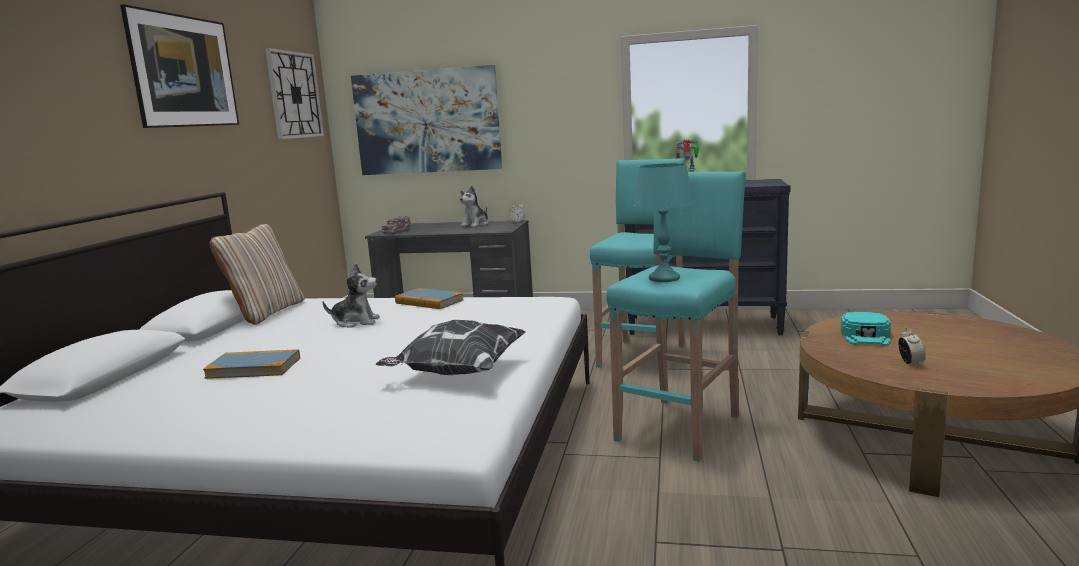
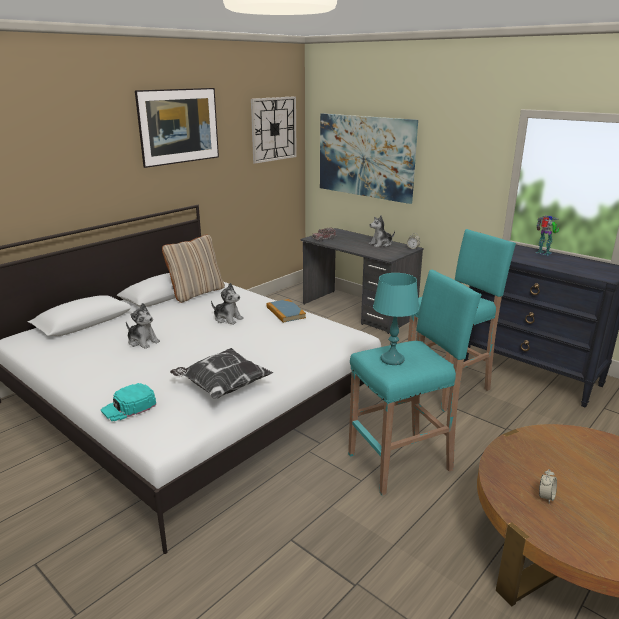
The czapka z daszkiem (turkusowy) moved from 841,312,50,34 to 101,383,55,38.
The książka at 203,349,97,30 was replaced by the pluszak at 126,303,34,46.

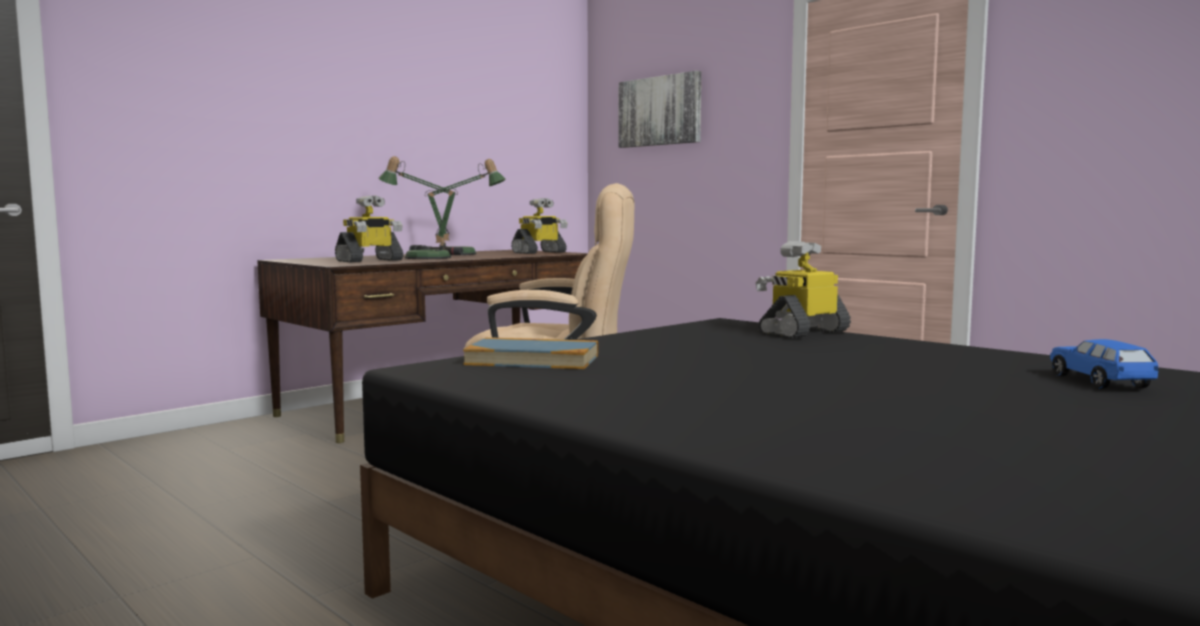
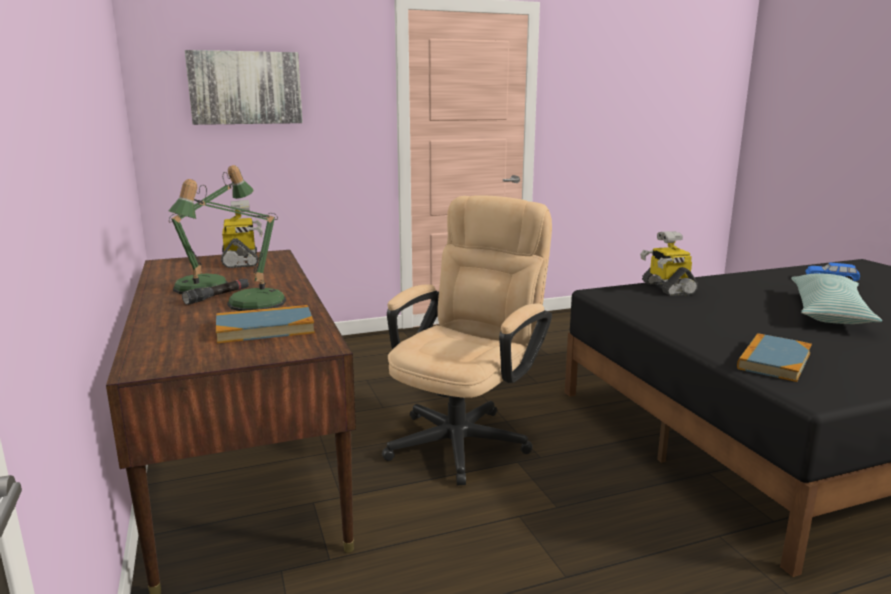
The robot zabawkowy at 335,196,68,66 was replaced by the książka at 216,305,99,38.
The poduszka at 791,274,91,50 appeared.

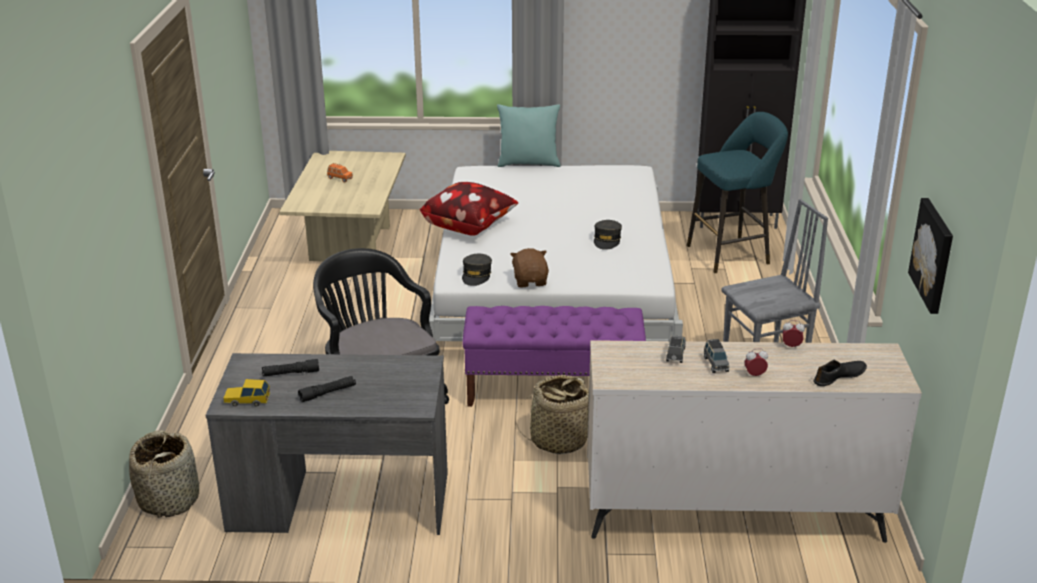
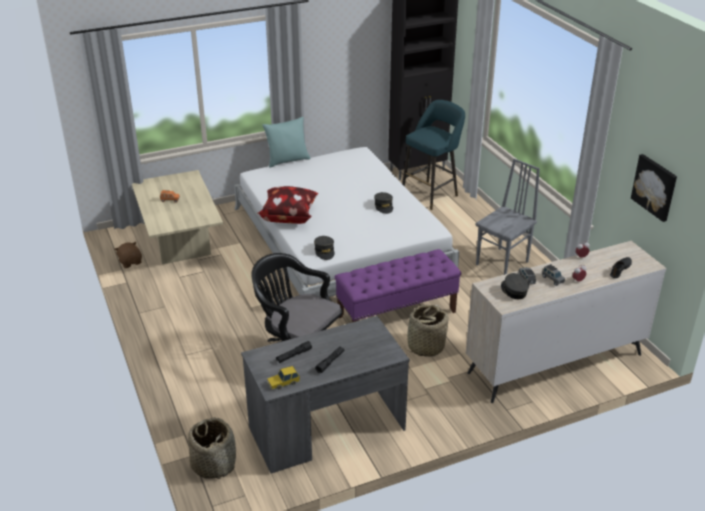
The pluszak (brązowy) moved from 510,248,39,40 to 115,242,27,26.
The czapka z daszkiem (szary) at 501,273,28,26 appeared.

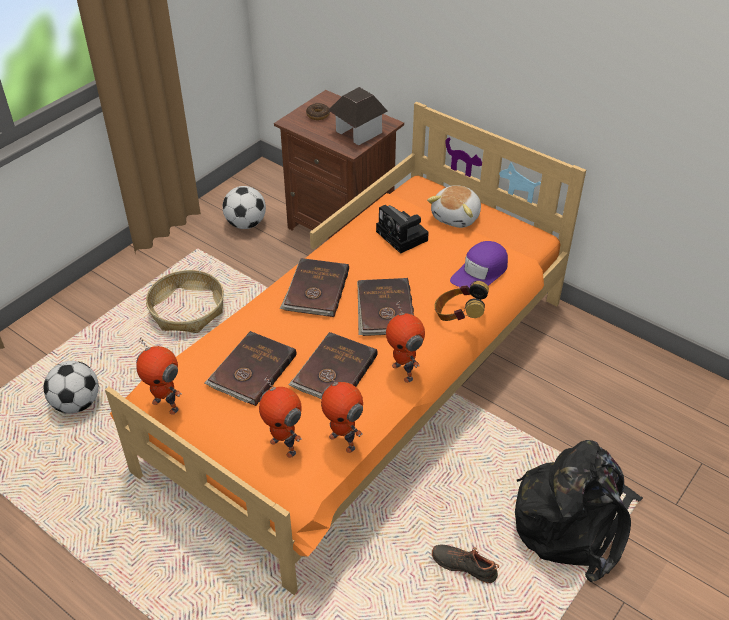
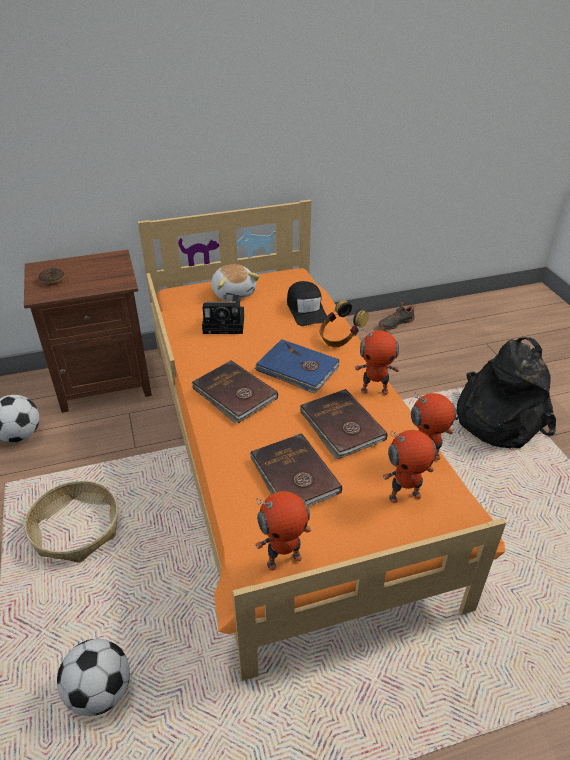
The domek at 328,87,60,58 disappeared.
The czapka z daszkiem (fioletowy) at 450,241,58,48 became the czapka z daszkiem (czarny) at 287,281,41,45.
The książka (brązowy) at 357,278,57,58 became the książka (niebieski) at 255,339,84,55.
The but (czarny) moved from 432,544,67,39 to 379,302,37,28.

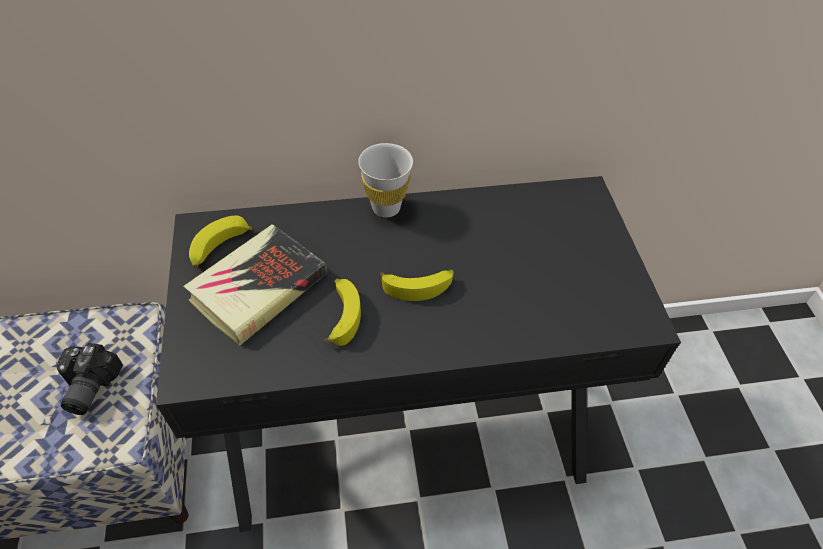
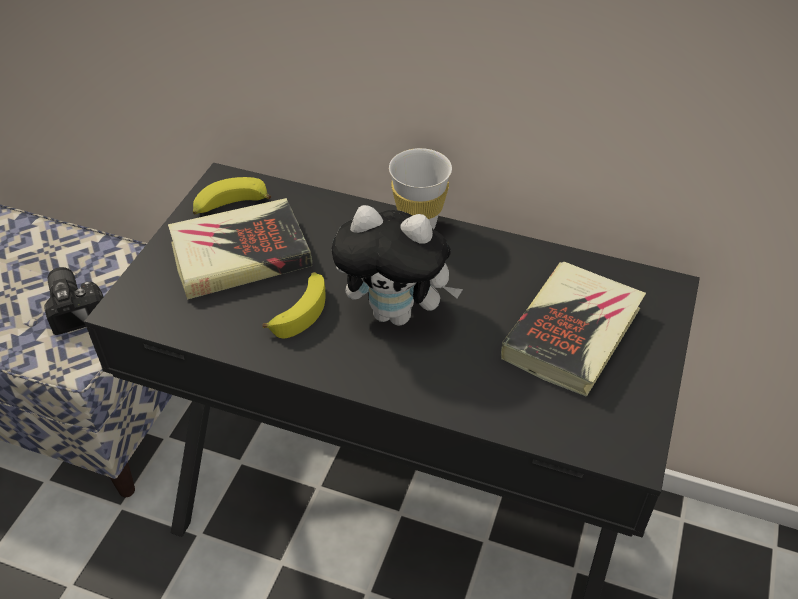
The banan at 379,270,75,31 was replaced by the pluszak at 332,205,131,121.
The aparat fotograficzny at 57,343,66,72 turned 120 degrees clockwise.
The książka at 501,262,145,134 appeared.

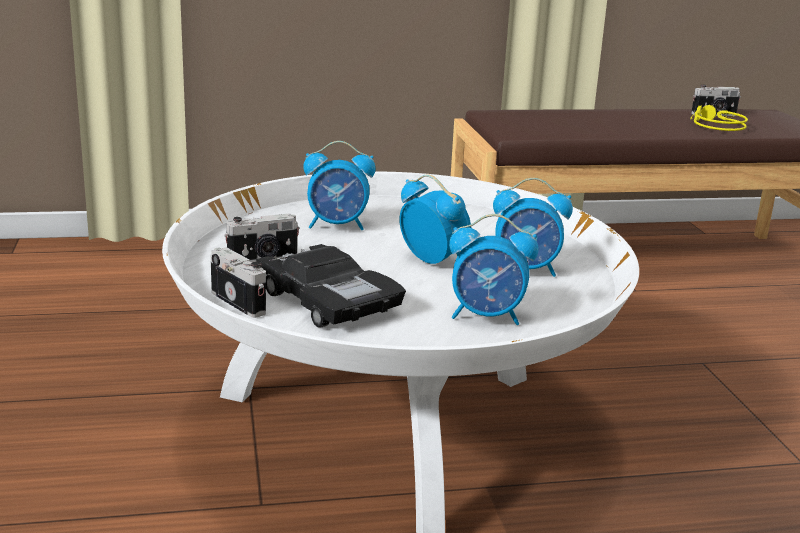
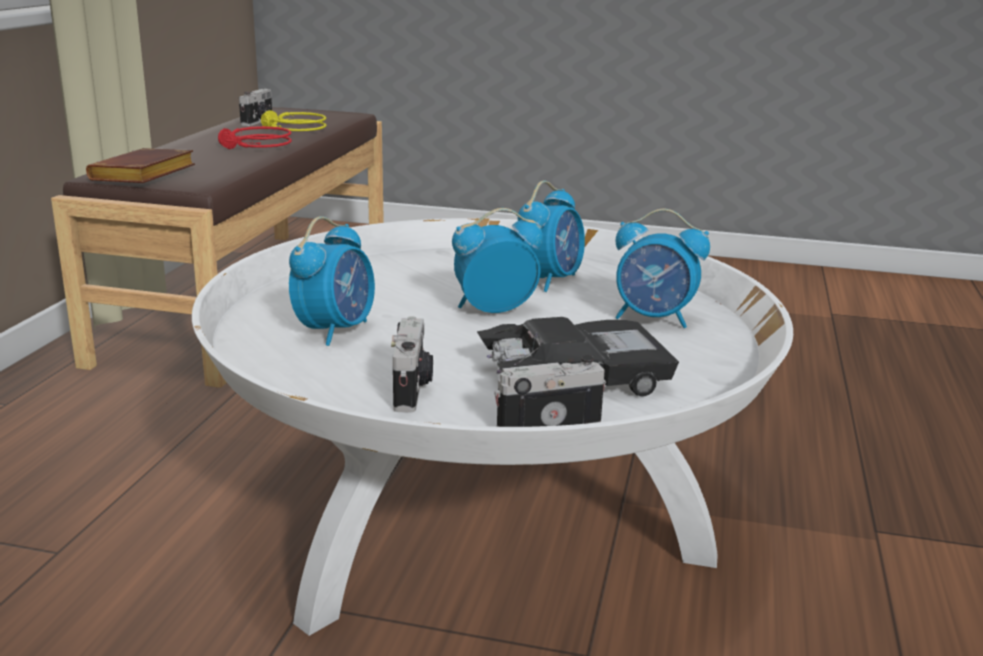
The budzik at 449,214,90,111 turned 75 degrees clockwise.
The słuchawki (czerwony) at 218,126,74,23 appeared.
The książka (brązowy) at 86,148,109,35 appeared.

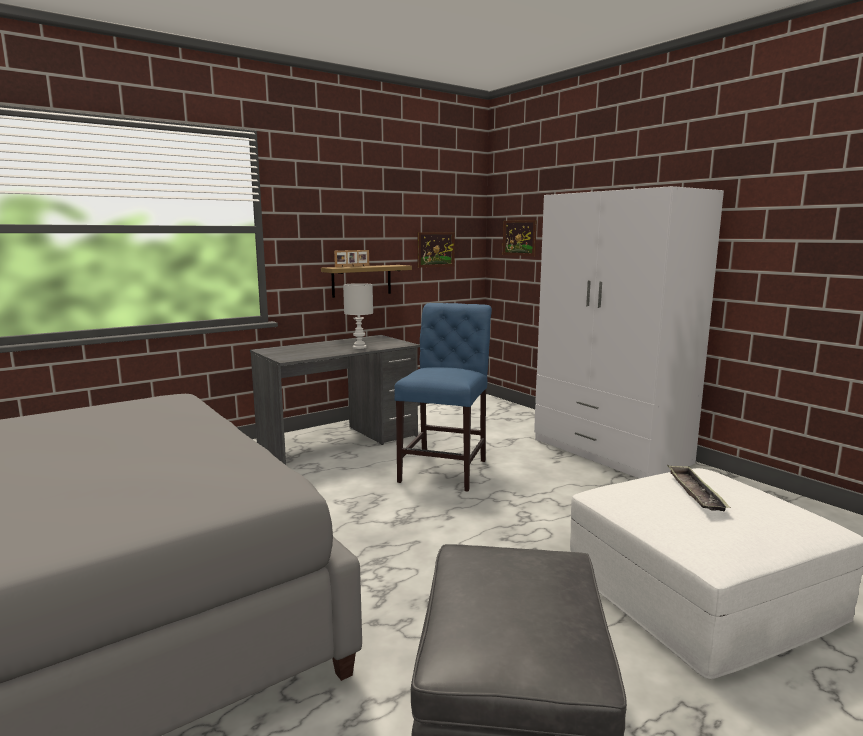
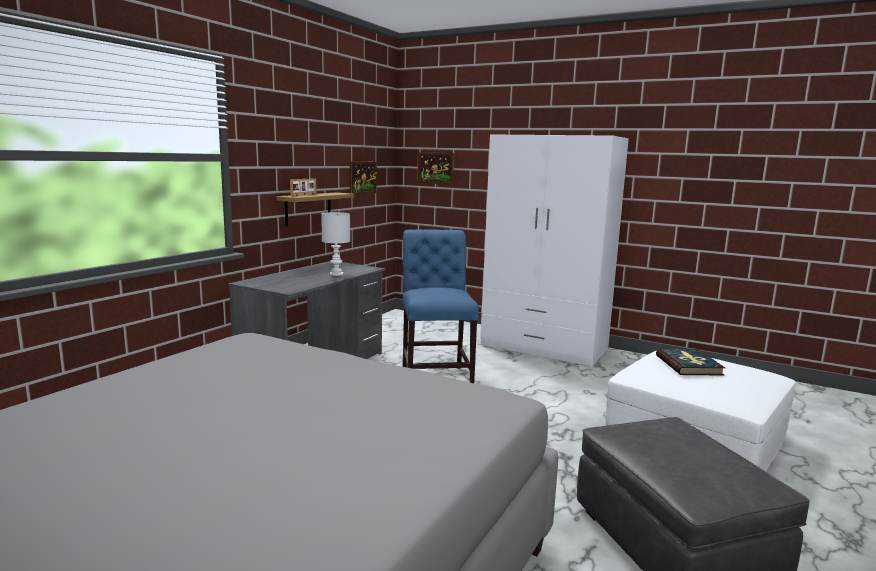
The taca at 667,465,64,46 was replaced by the książka at 656,349,69,27.

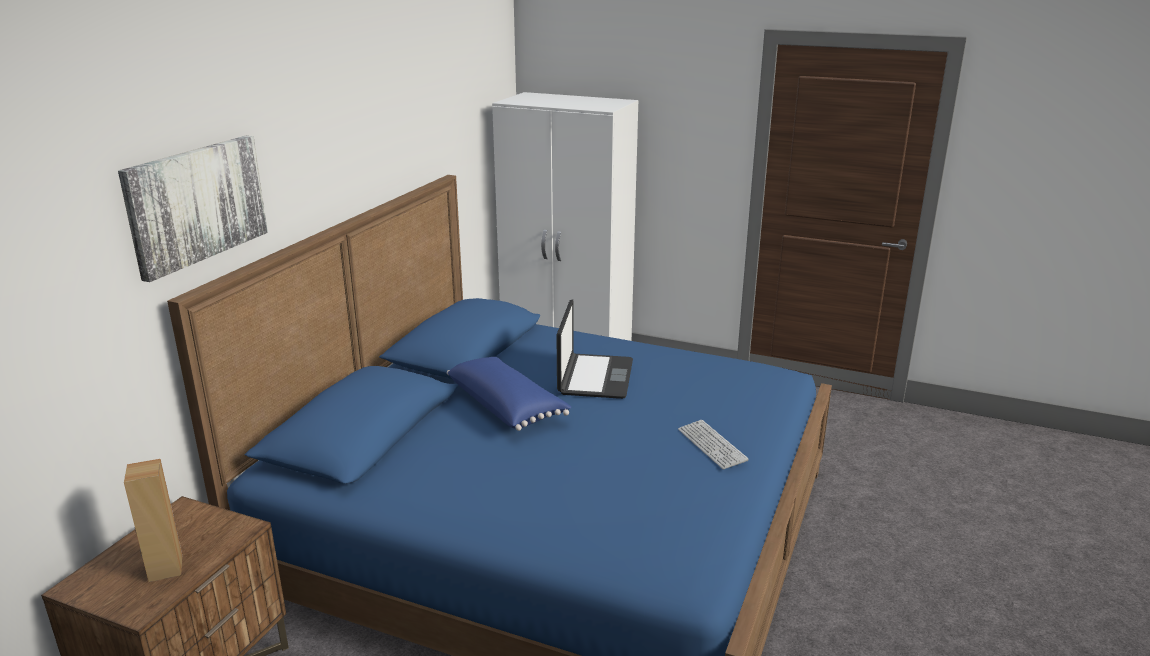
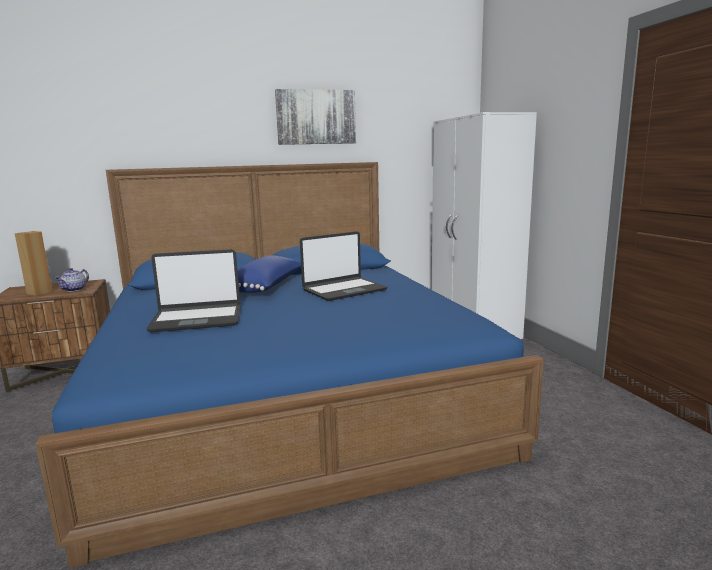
The obraz moved from 118,136,150,146 to 275,89,81,56.
The klawiatura at 678,420,71,49 disappeared.
The laptop at 146,249,94,83 appeared.
The imbryk at 55,268,34,24 appeared.

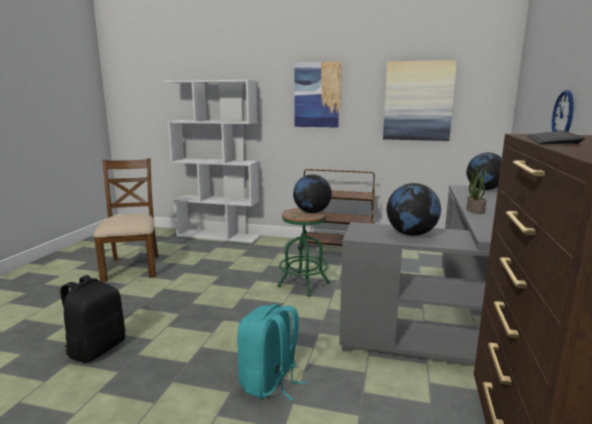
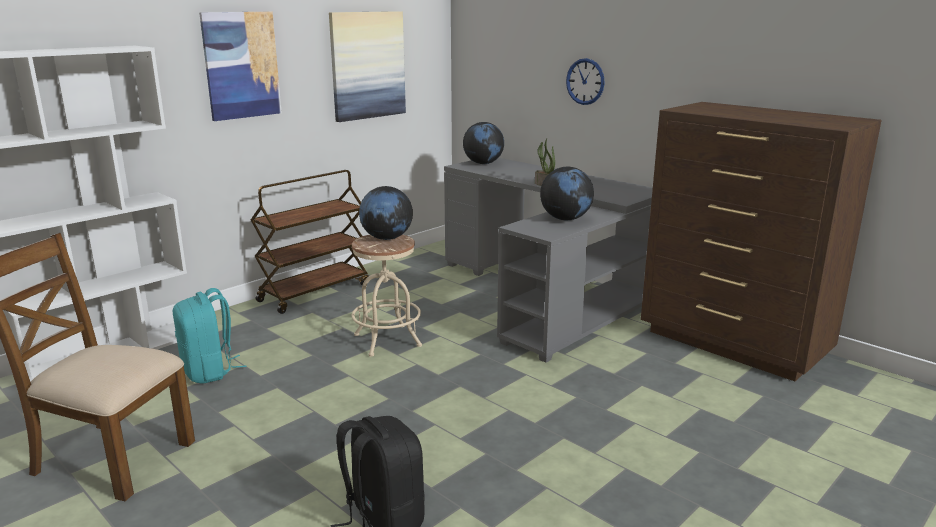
The klawiatura at 527,131,58,14 disappeared.
The stołek (zielony) at 277,208,53,89 became the stołek (beżowy) at 352,235,70,122.
The plecak (turkusowy) moved from 237,304,70,97 to 173,288,73,95.

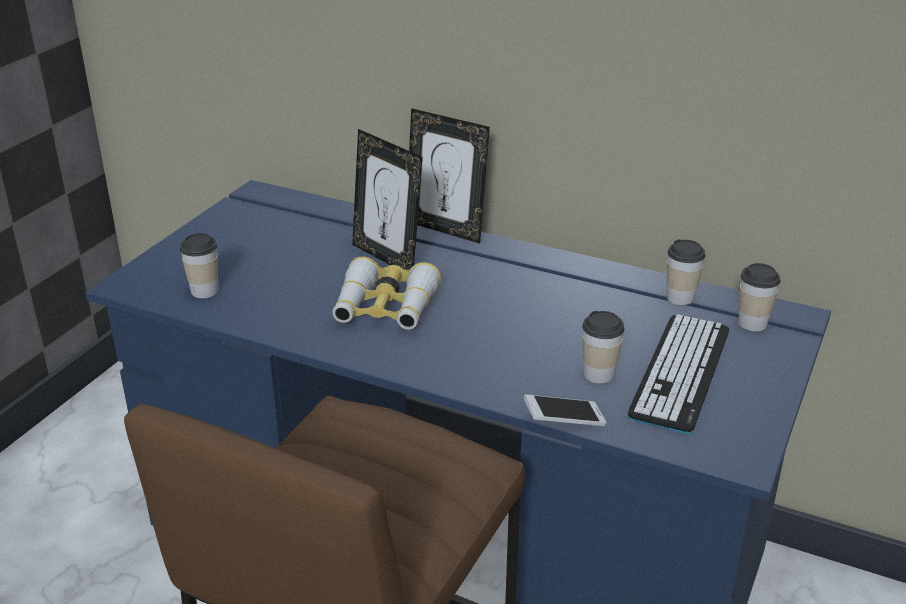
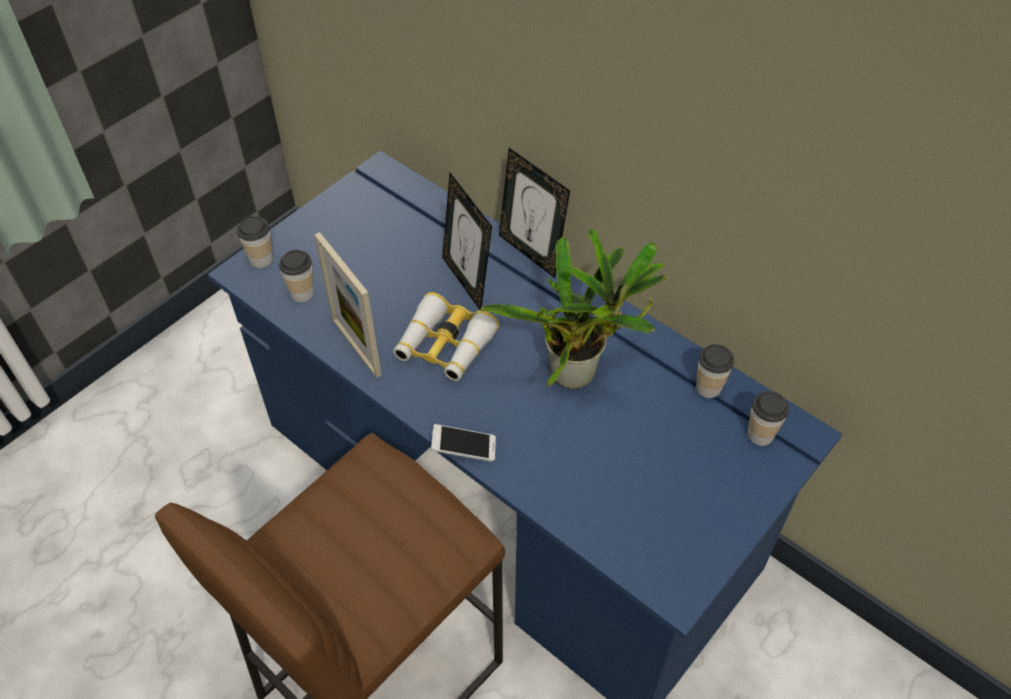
The filiżanka moved from 582,311,43,73 to 237,216,36,52.
The klawiatura at 628,314,101,119 disappeared.
The telefon moved from 523,394,84,32 to 431,424,65,38.
The roślina doniczkowa at 481,228,186,161 appeared.
The ramka na zdjęcie at 315,232,66,146 appeared.

